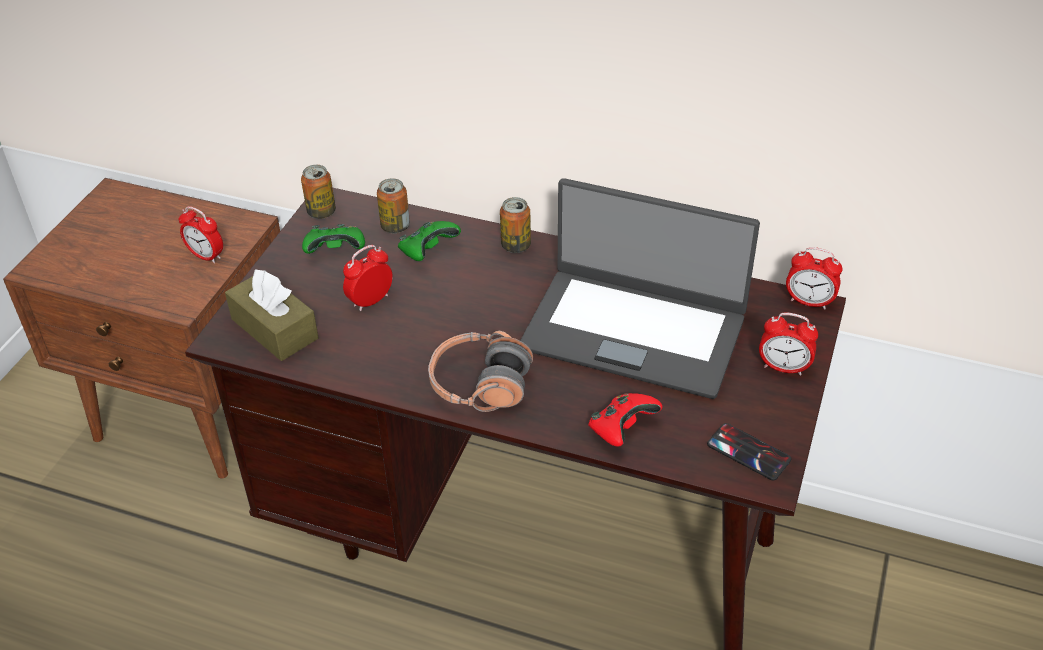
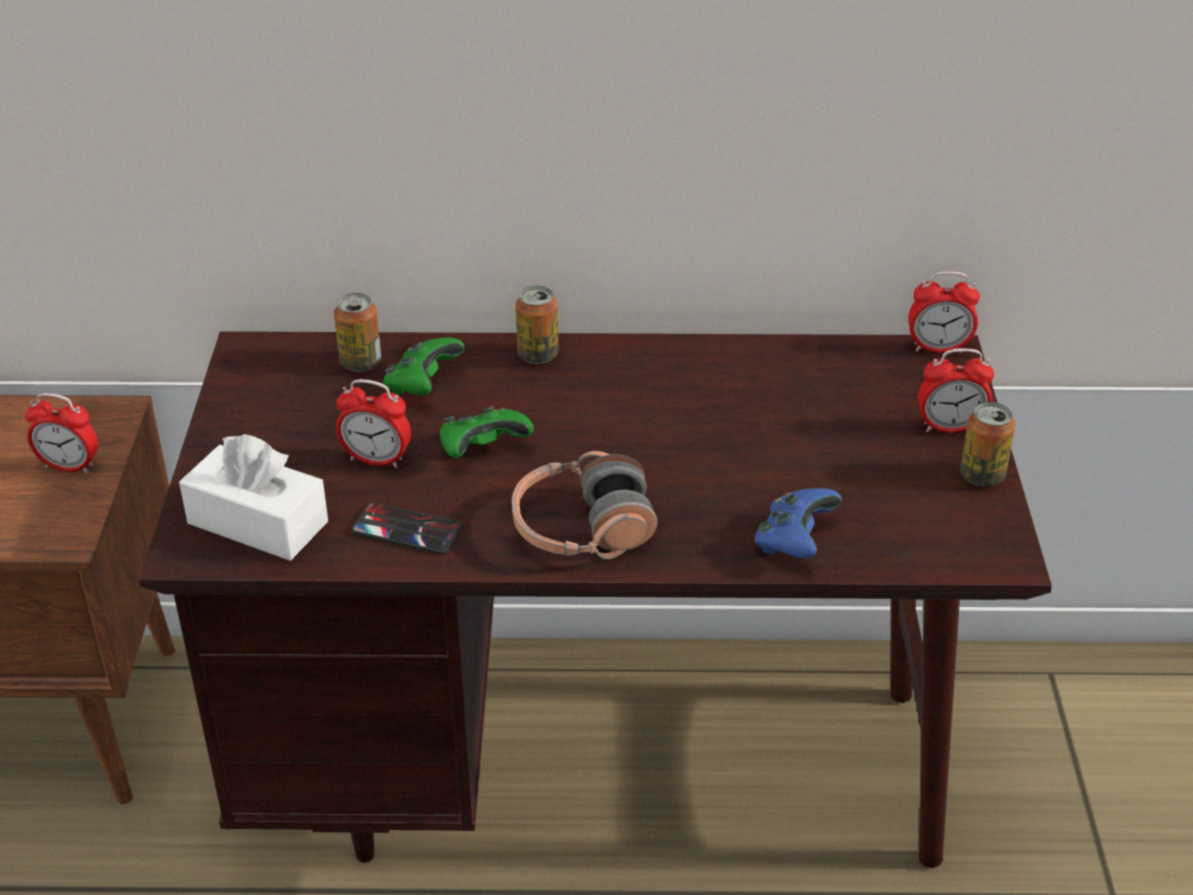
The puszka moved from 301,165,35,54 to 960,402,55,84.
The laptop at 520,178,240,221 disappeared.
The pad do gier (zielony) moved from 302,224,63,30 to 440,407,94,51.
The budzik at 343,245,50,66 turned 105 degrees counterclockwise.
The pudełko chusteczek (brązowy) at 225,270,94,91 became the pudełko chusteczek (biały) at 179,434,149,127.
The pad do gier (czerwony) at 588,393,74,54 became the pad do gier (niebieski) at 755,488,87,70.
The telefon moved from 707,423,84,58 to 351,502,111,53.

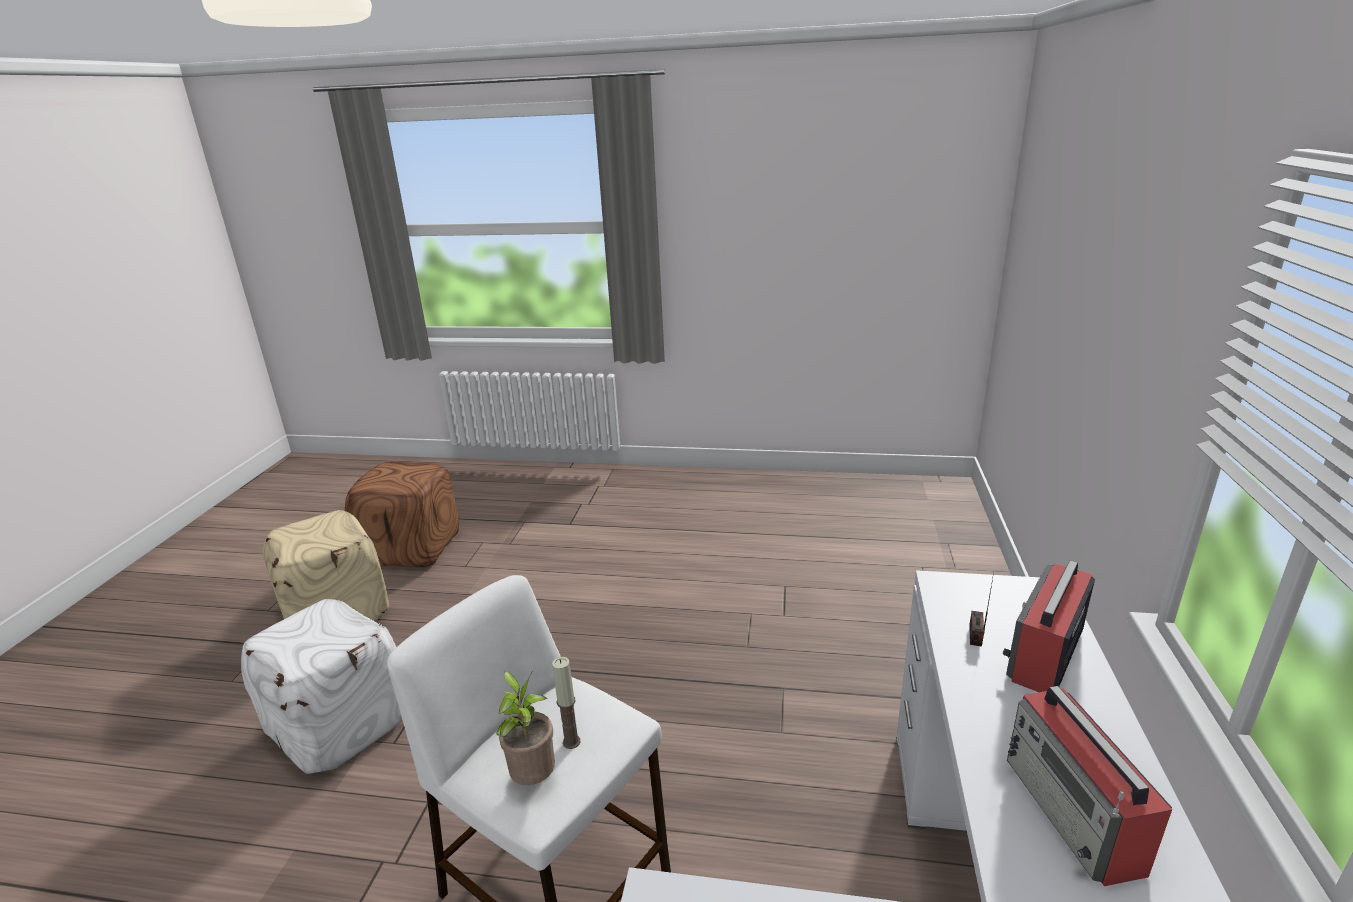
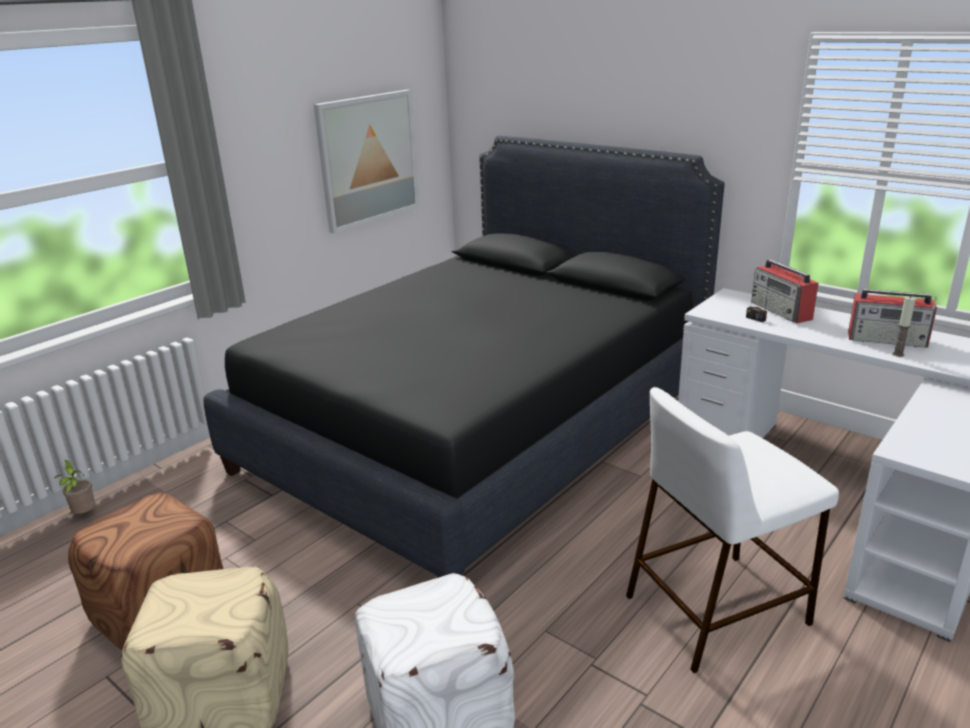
The świeca moved from 552,657,28,92 to 893,296,23,61.
The roślina doniczkowa moved from 496,670,59,115 to 55,460,40,55.
The obraz at 314,90,106,144 appeared.
The łóżko (czarny) at 203,136,522,442 appeared.

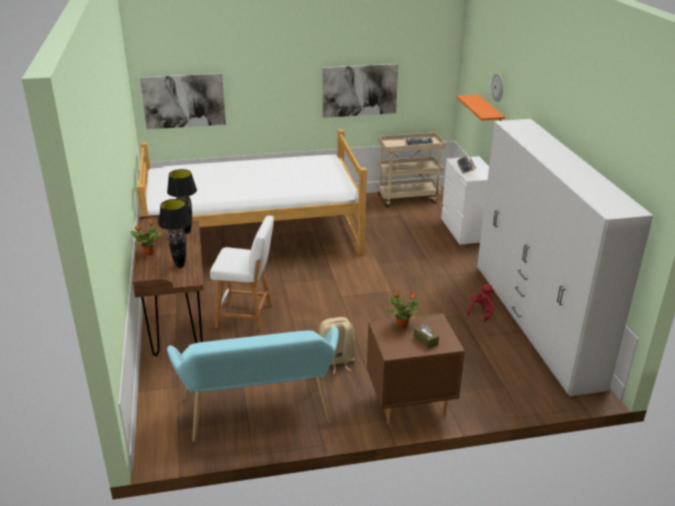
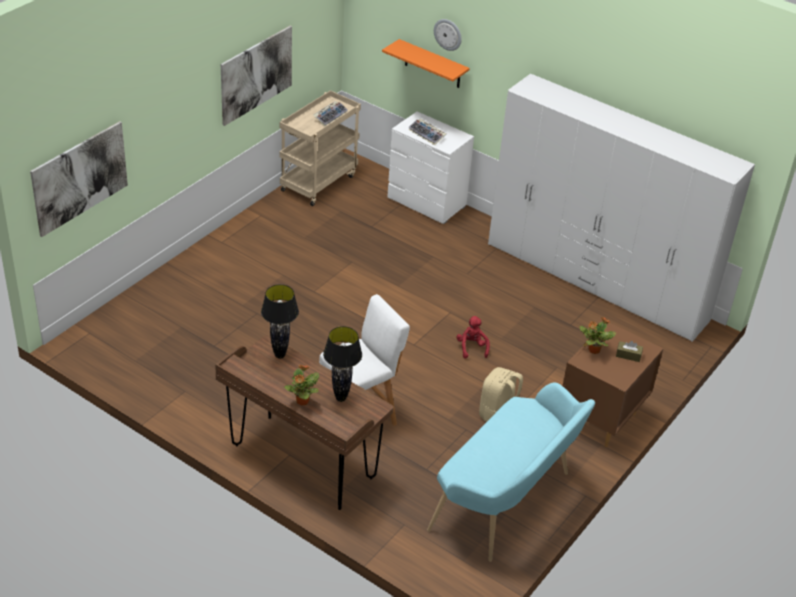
The łóżko at 137,129,230,126 disappeared.
The pluszak (czerwony) moved from 467,283,27,38 to 456,316,34,43.

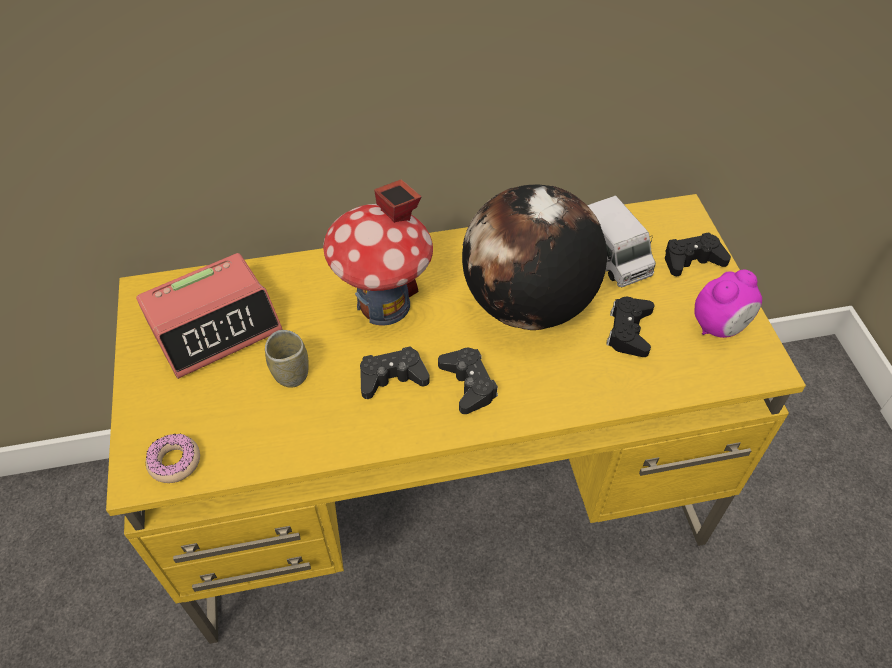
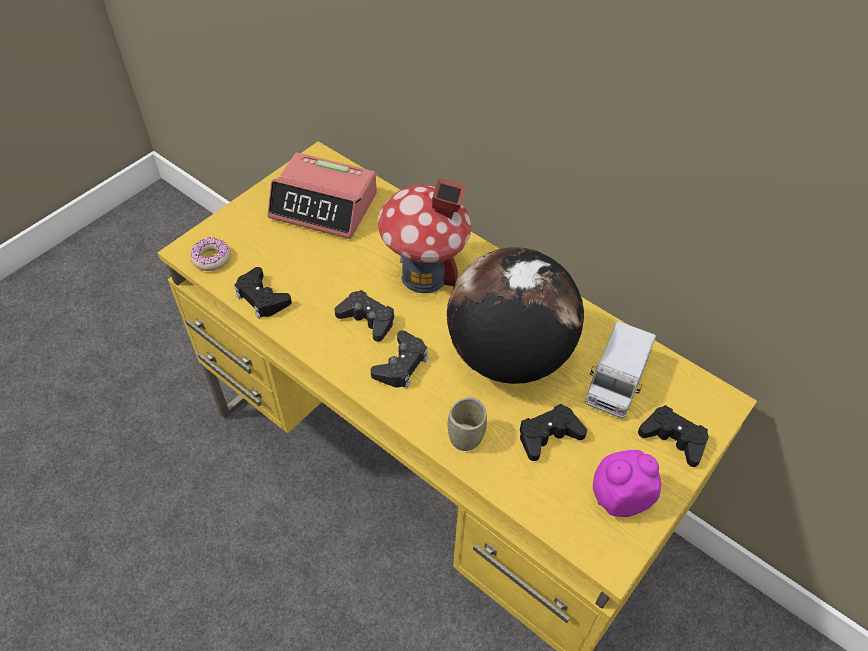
The budzik at 694,269,68,69 turned 150 degrees clockwise.
The filiżanka moved from 265,330,43,57 to 447,397,40,54.
The pad do gier (czarny) at 234,267,58,52 appeared.

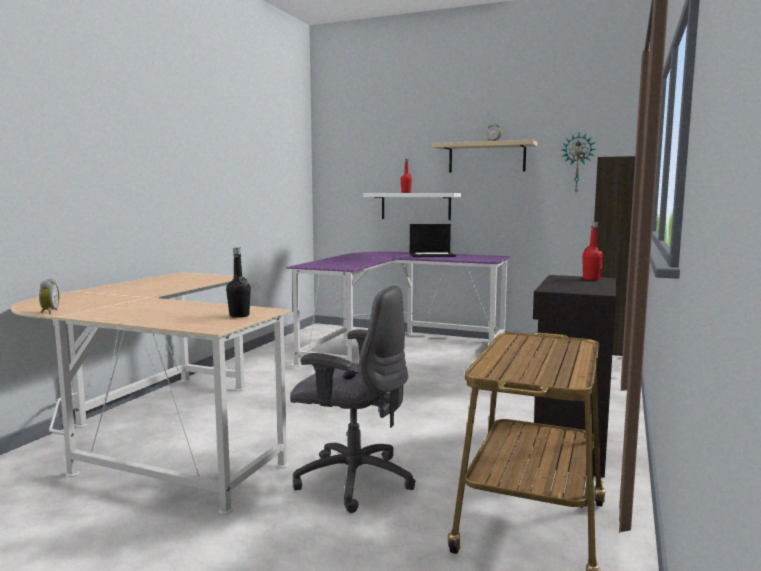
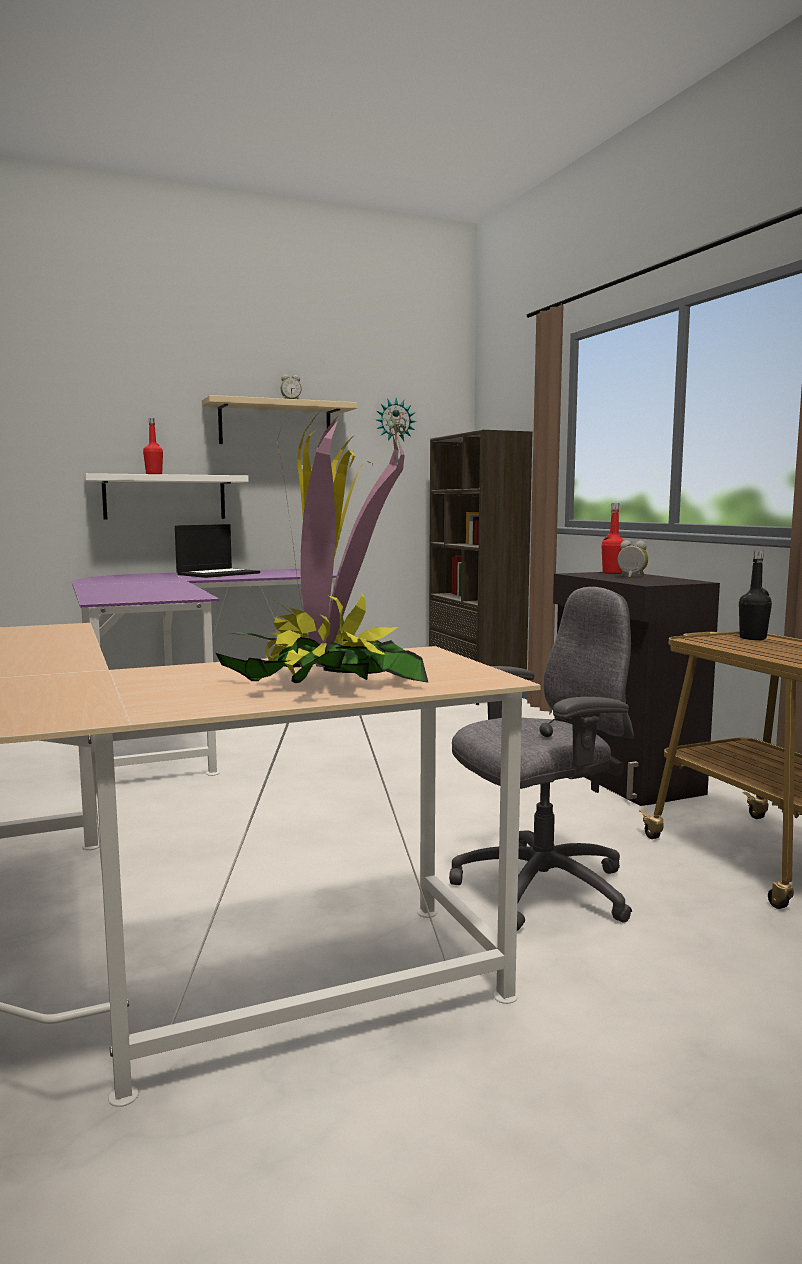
The butelka (czarny) moved from 226,248,25,70 to 739,550,33,90.
The budzik moved from 39,279,20,35 to 617,540,31,38.
The roślina doniczkowa at 216,413,213,270 appeared.

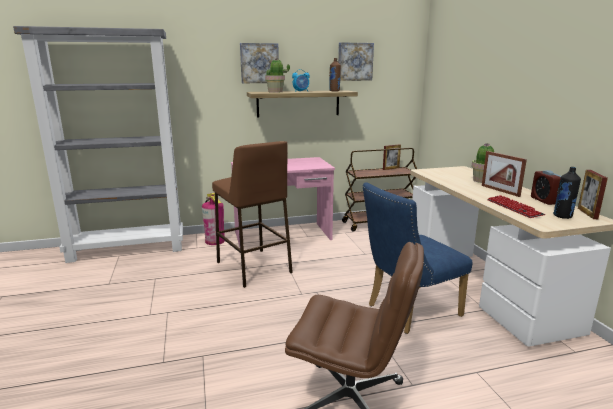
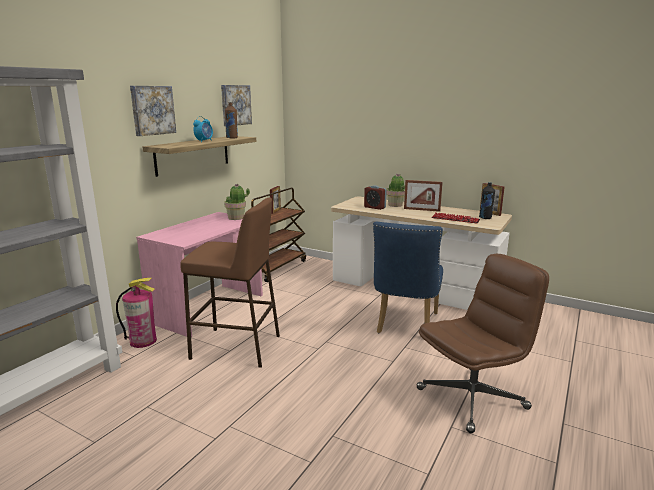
The roślina doniczkowa moved from 265,58,25,35 to 224,184,26,36.
The budzik moved from 531,170,30,35 to 364,185,23,25.

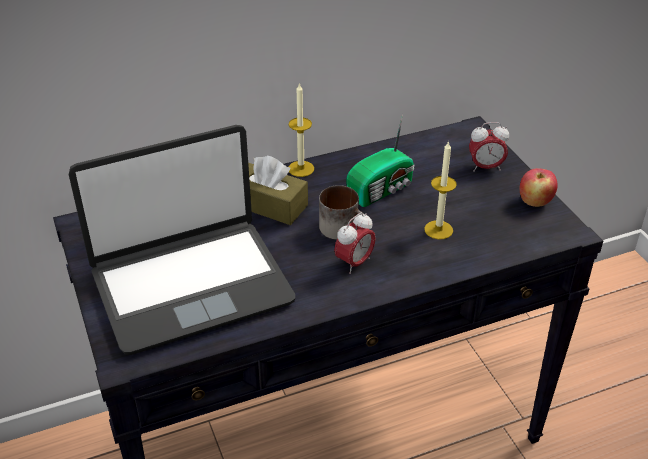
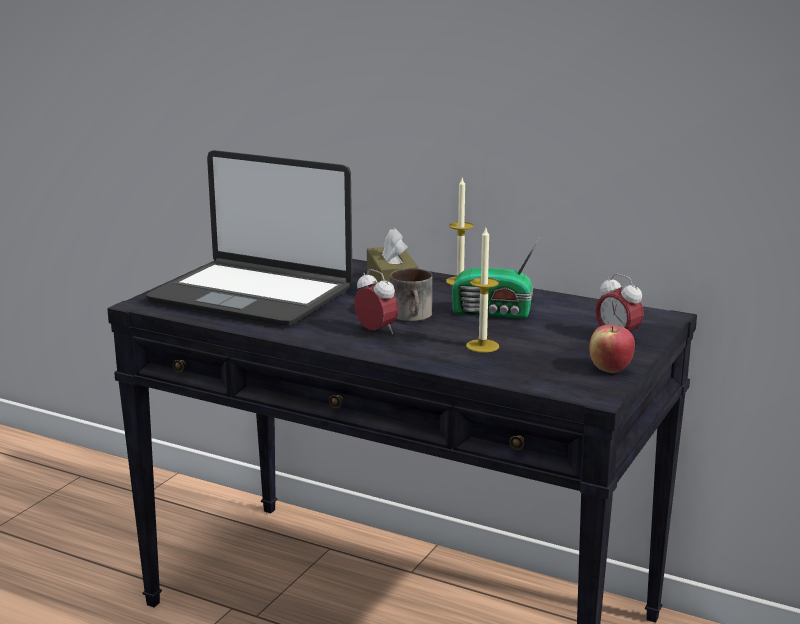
The budzik at 334,213,42,61 turned 135 degrees counterclockwise.

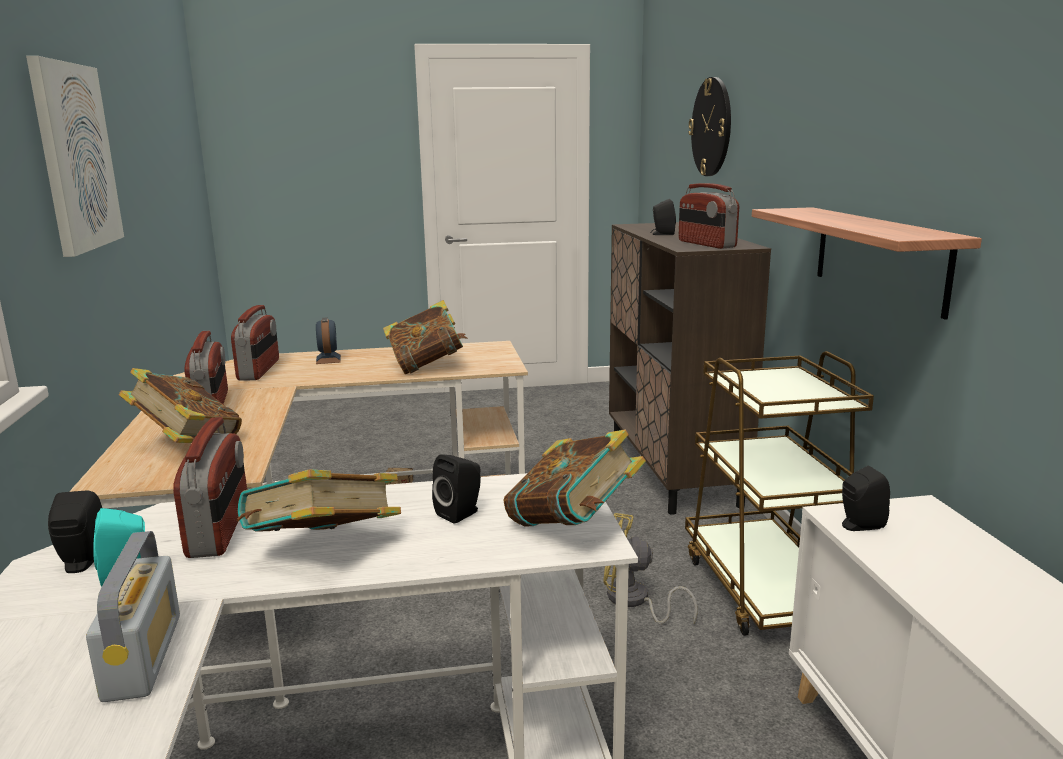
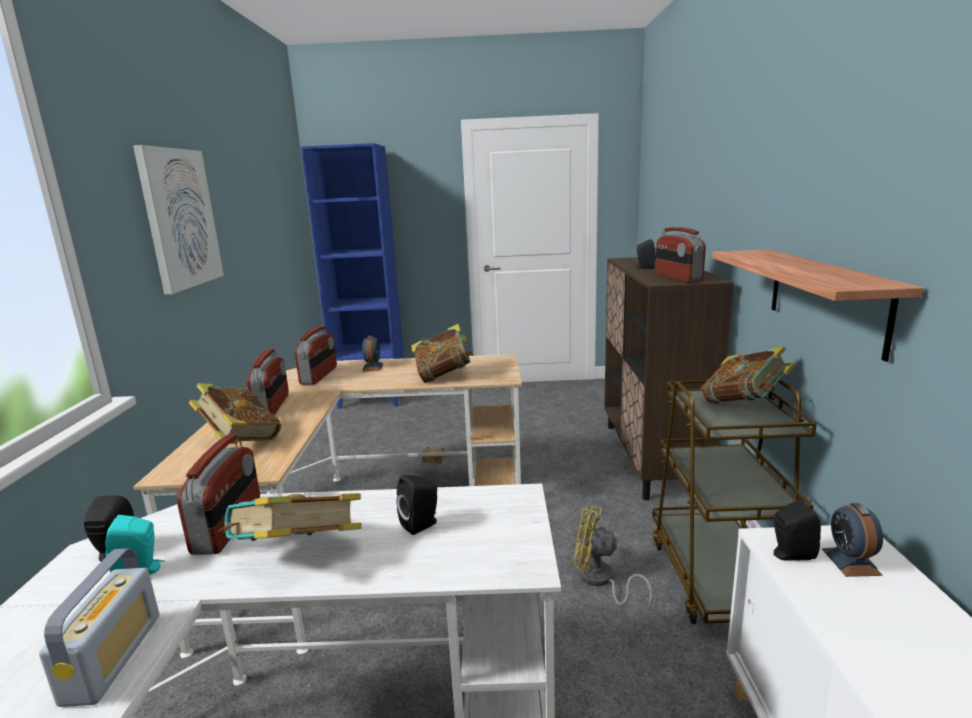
The zegar ścienny at 688,77,43,99 disappeared.
The książka moved from 503,430,143,96 to 701,346,94,58.
The regał (niebieski) at 301,143,103,266 appeared.
The budzik at 822,503,61,74 appeared.

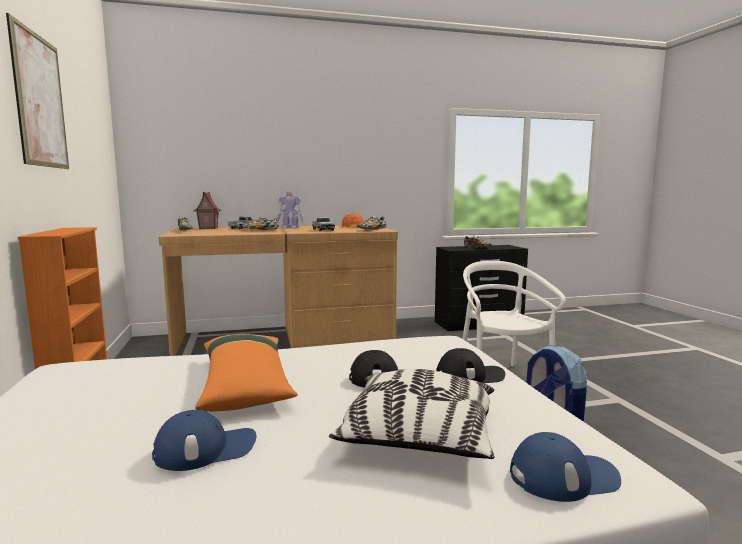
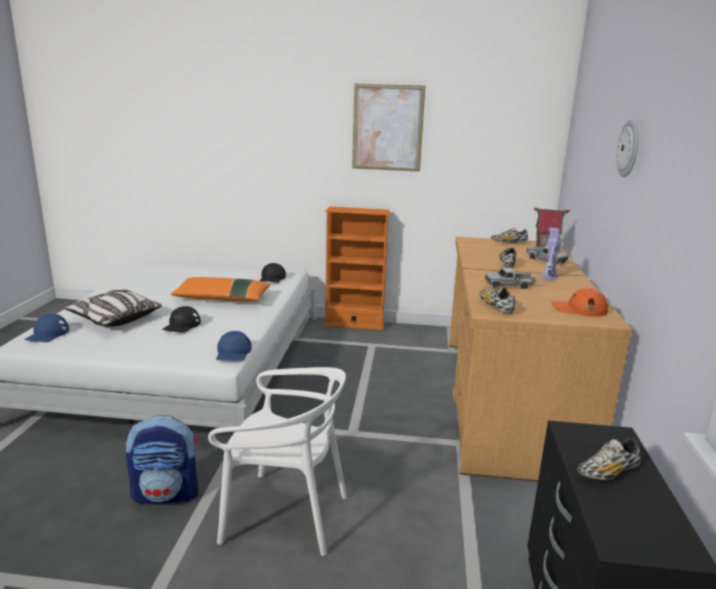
The czapka z daszkiem (czarny) moved from 436,348,69,35 to 259,263,27,20.
The czapka z daszkiem (niebieski) moved from 152,410,104,61 to 216,331,35,30.
The zegar ścienny at 617,120,21,57 appeared.

